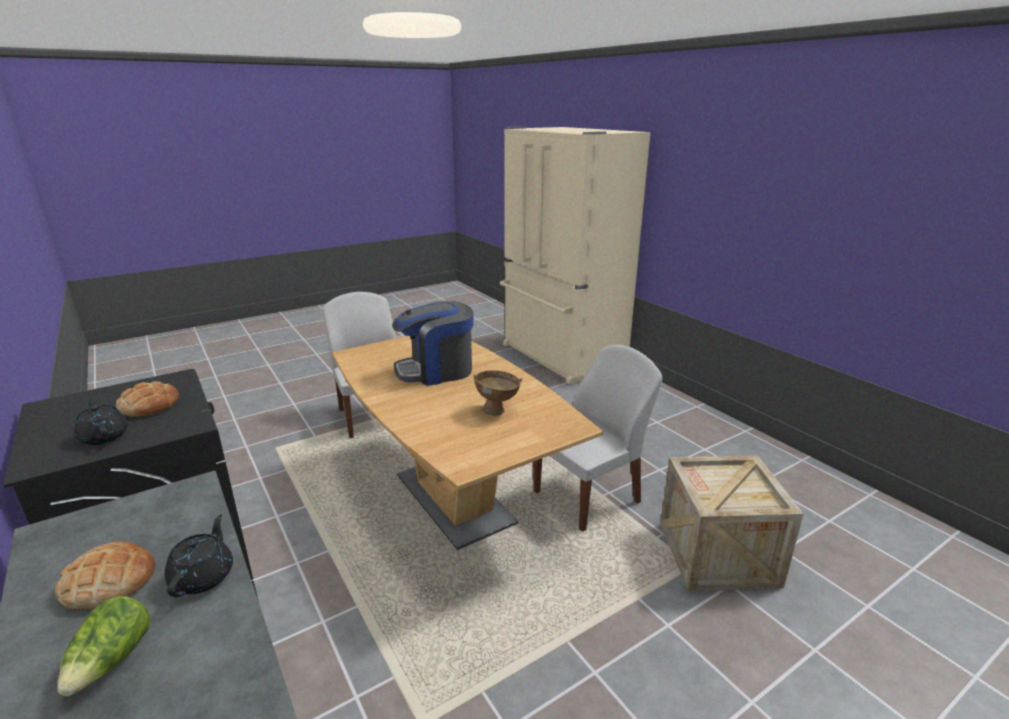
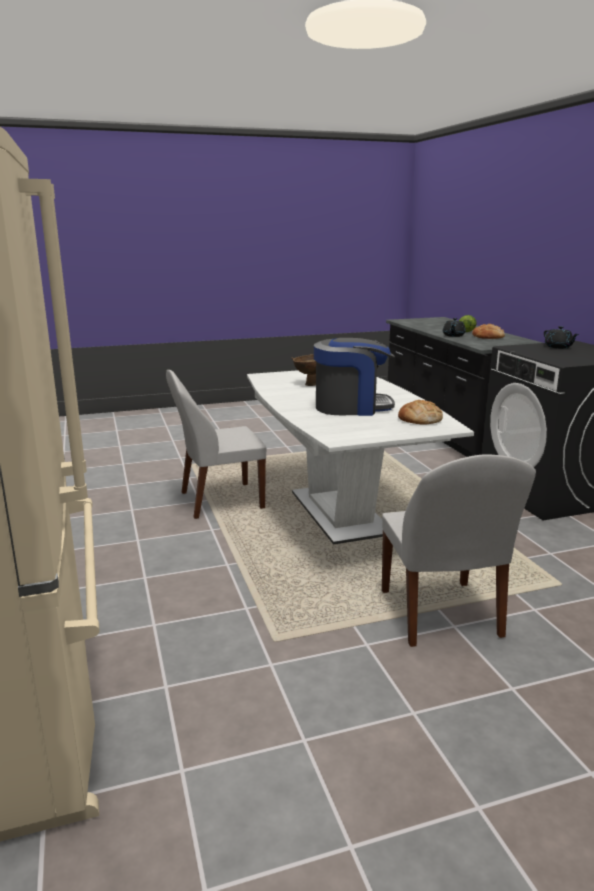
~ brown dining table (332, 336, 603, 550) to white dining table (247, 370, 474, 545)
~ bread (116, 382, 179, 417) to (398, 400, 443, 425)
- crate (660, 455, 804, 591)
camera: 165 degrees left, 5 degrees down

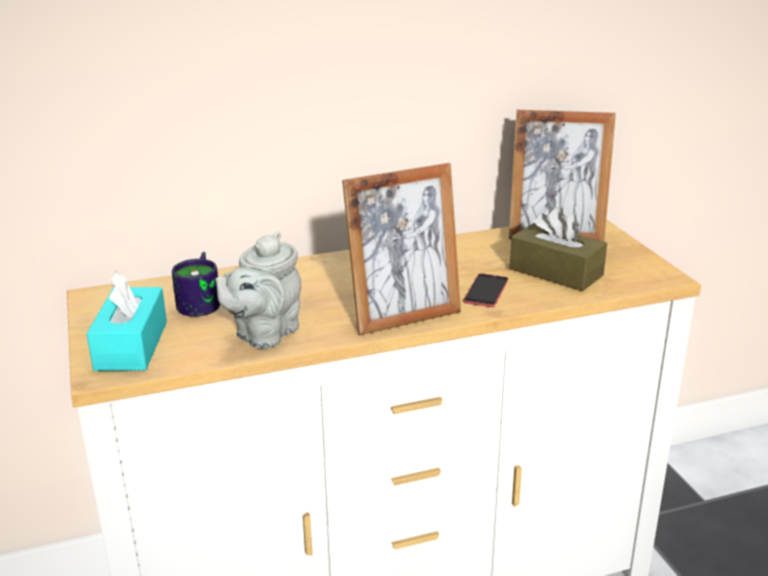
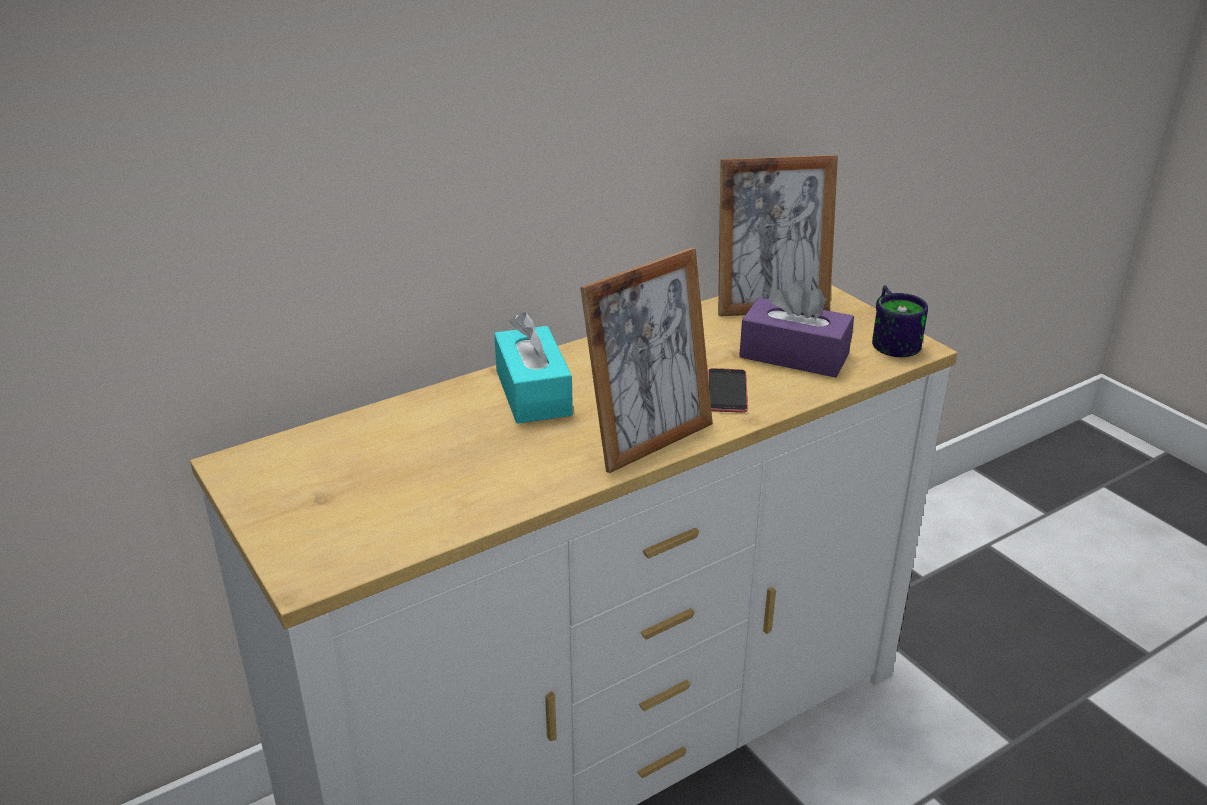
~ brown tissue box (510, 207, 607, 291) to purple tissue box (739, 280, 854, 377)
- grey teapot (215, 232, 301, 349)
~ mug (172, 252, 221, 317) to (872, 285, 928, 357)
~ turquoise tissue box (87, 271, 167, 371) to (494, 312, 573, 424)
camera: 15 degrees left, 5 degrees up

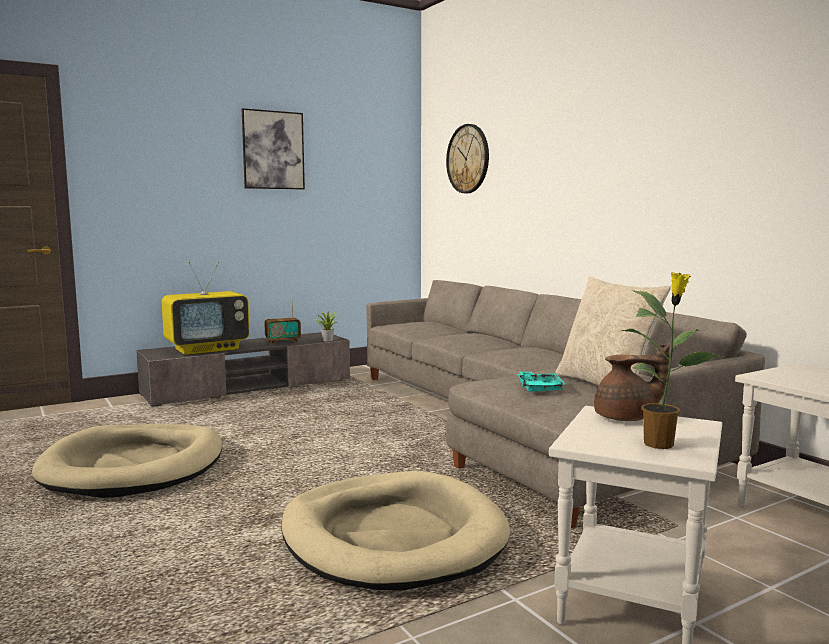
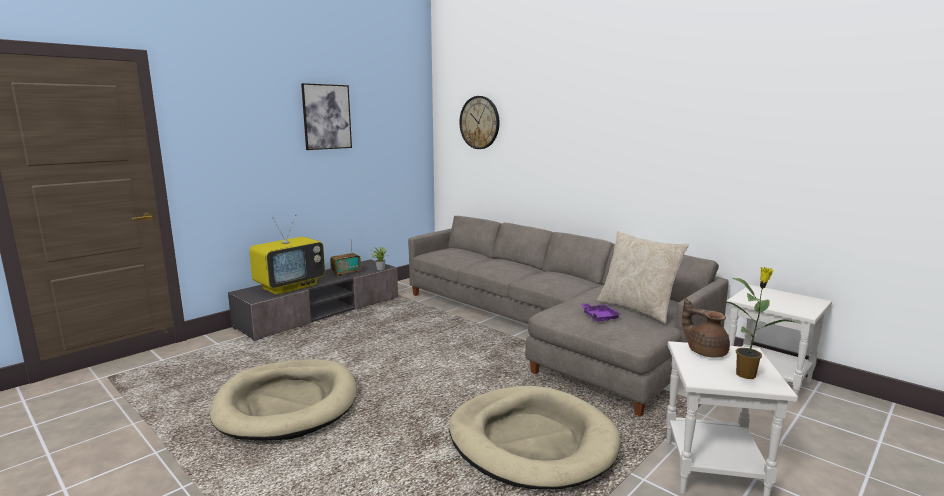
~ brown teapot (594, 343, 670, 421) = (682, 298, 730, 358) 120 degrees counterclockwise
~ turquoise tray (518, 371, 565, 393) to purple tray (581, 303, 622, 322)
camera: 15 degrees left, 5 degrees up

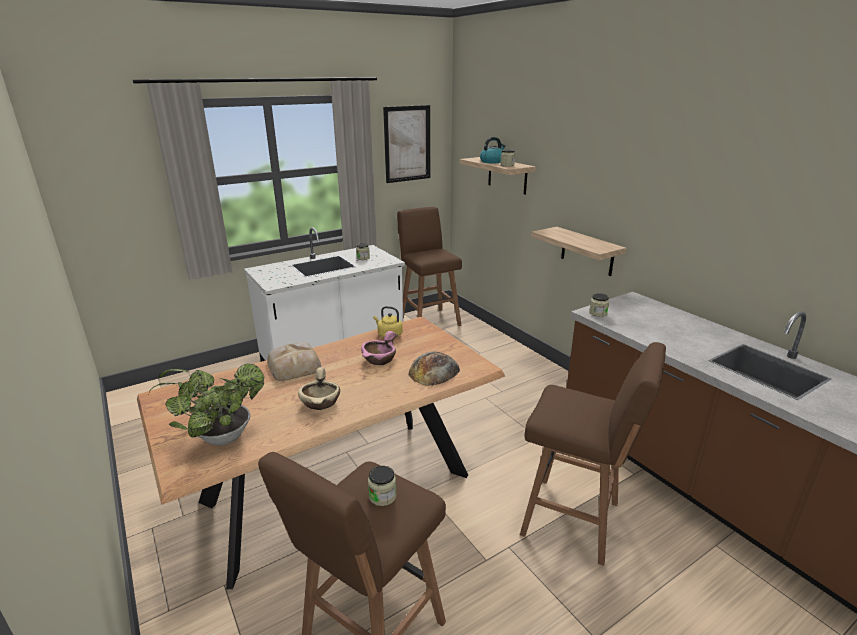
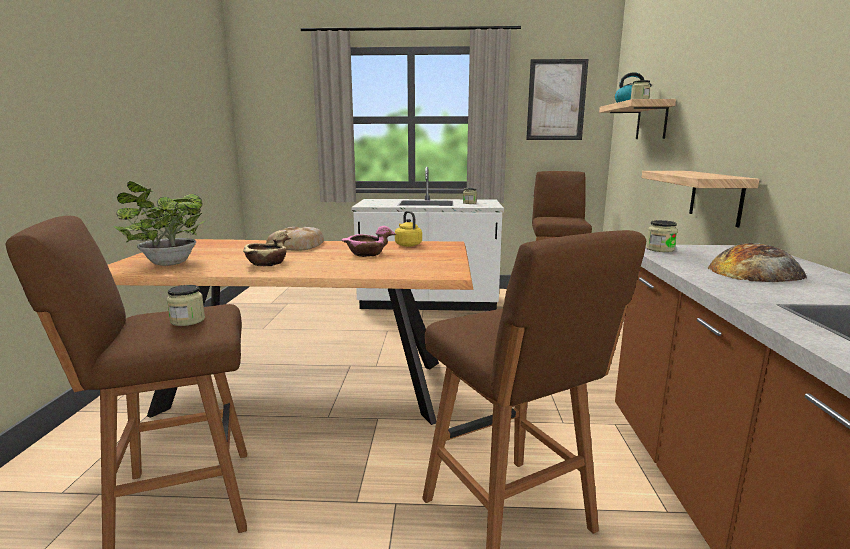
~ bread (408, 351, 460, 386) to (708, 243, 807, 282)
camera: 35 degrees right, 10 degrees down

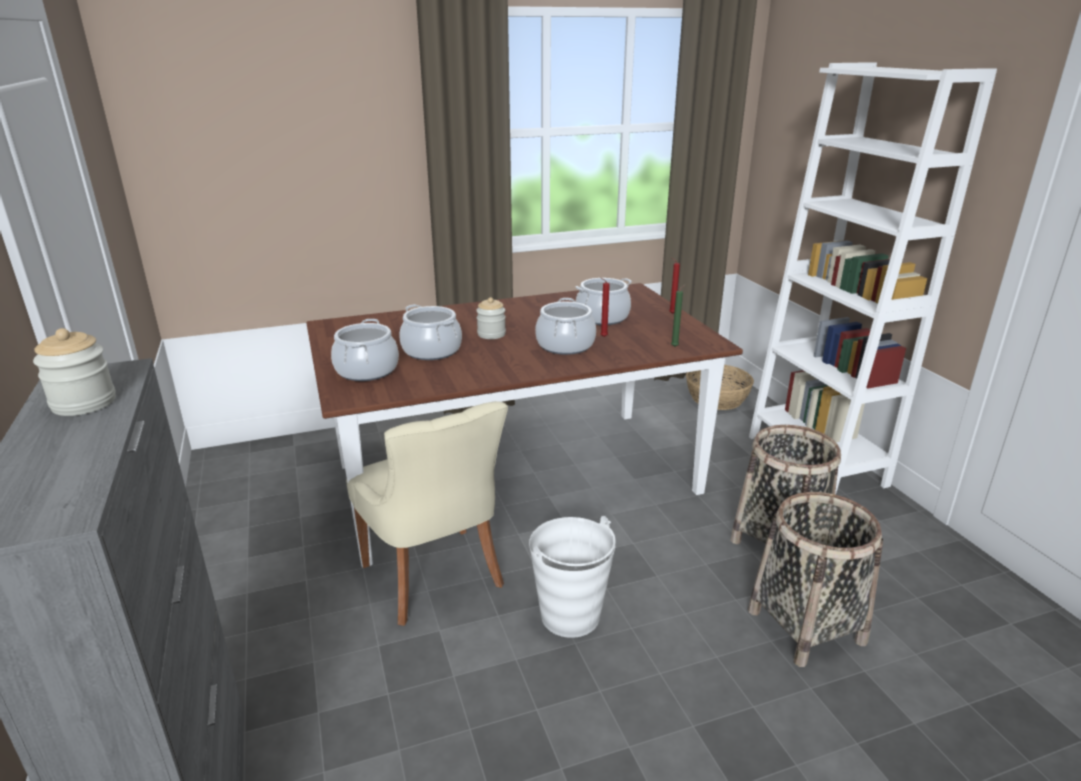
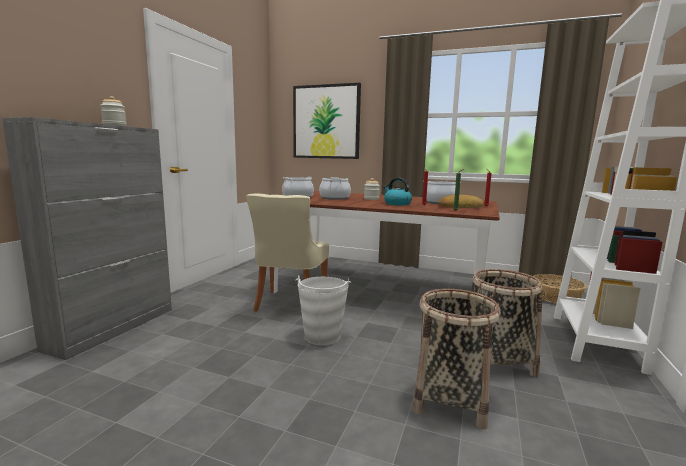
~ cooking pot (535, 298, 596, 355) to kettle (383, 178, 412, 206)
+ picture (293, 83, 361, 159)
+ bread (439, 195, 484, 208)
camera: 40 degrees right, 15 degrees down

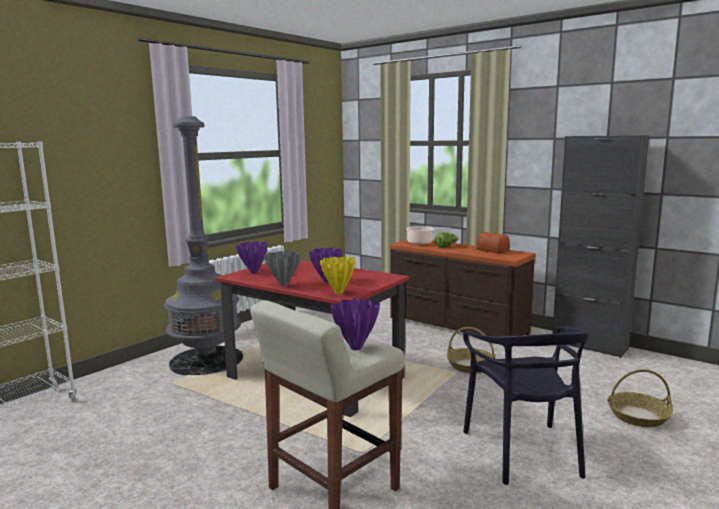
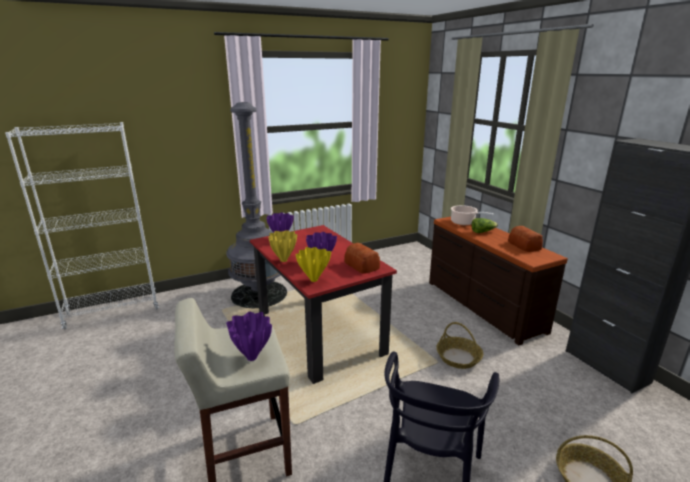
~ grey vase (264, 251, 300, 287) to yellow vase (268, 230, 297, 262)
+ bread (344, 243, 380, 274)
camera: 25 degrees right, 10 degrees up

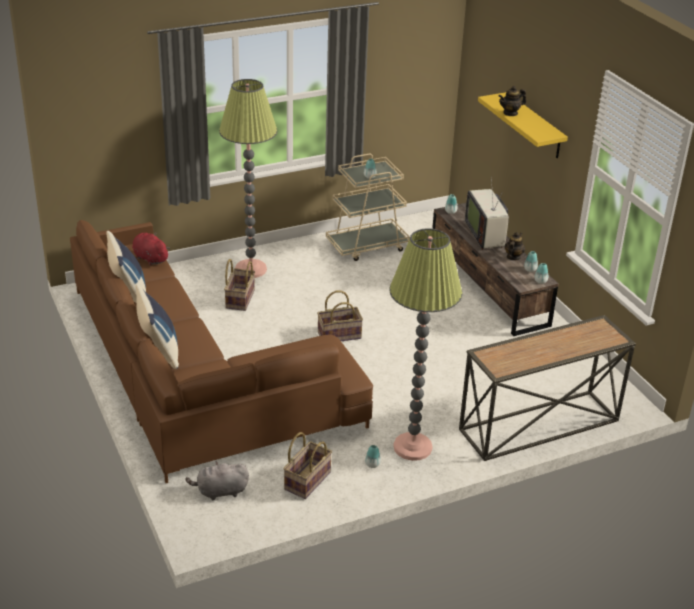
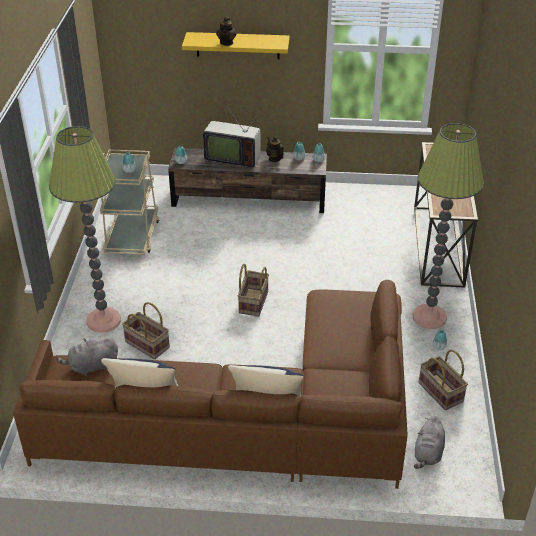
~ red plush toy (132, 232, 170, 266) to grey plush toy (56, 338, 118, 376)
camera: 60 degrees left, 5 degrees up

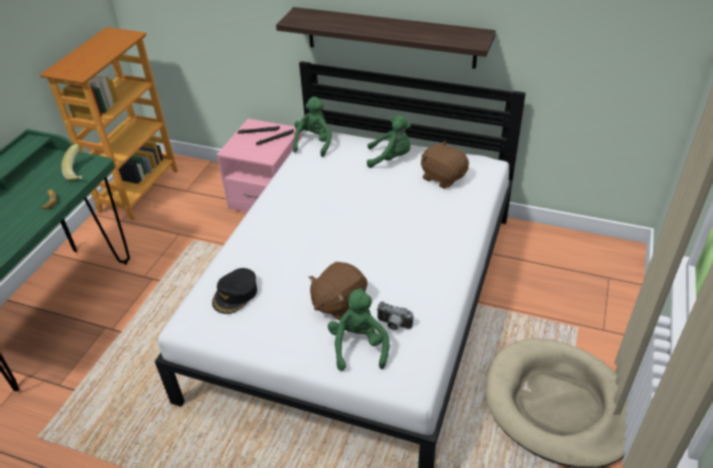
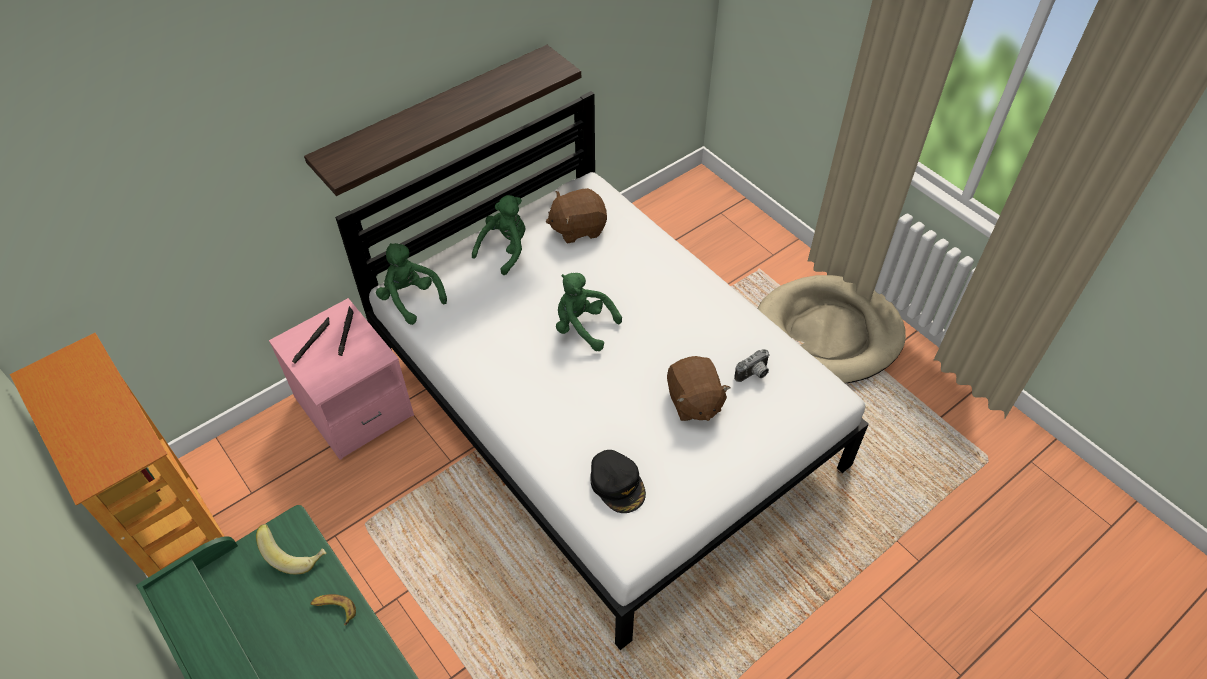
~ green plush toy (328, 288, 389, 371) to (556, 273, 622, 351)
camera: 60 degrees left, 10 degrees up

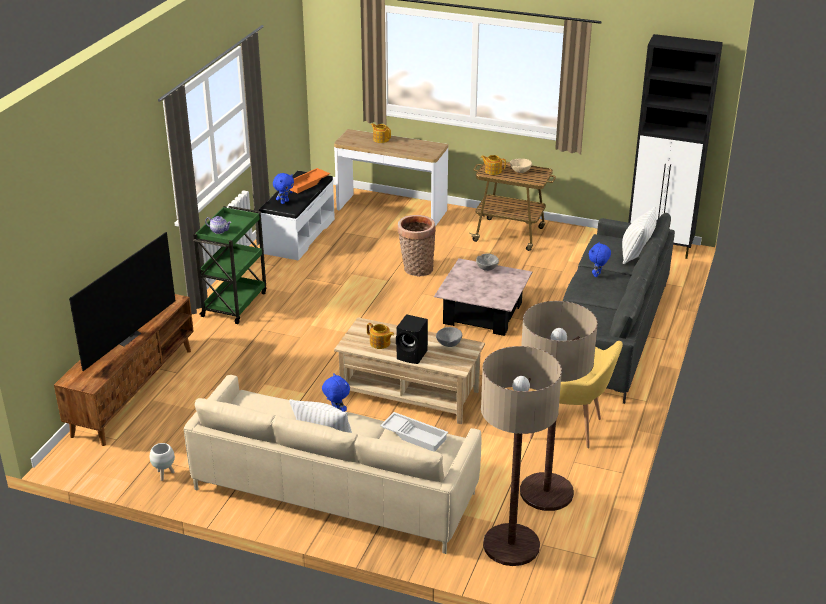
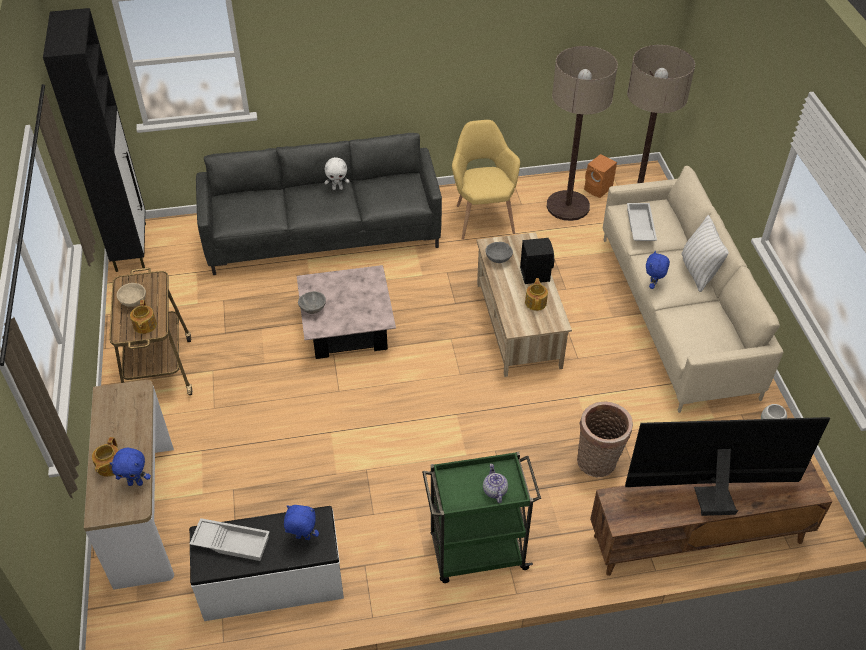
~ orange tray (289, 168, 330, 194) to white tray (190, 518, 270, 561)
- white pillow (622, 207, 656, 264)
~ basket (397, 215, 436, 276) to (577, 401, 633, 477)
~ blue plush toy (589, 241, 611, 277) to (110, 448, 151, 486)
+ orange speaker (584, 154, 617, 198)
+ white plush toy (325, 157, 349, 190)
camera: 120 degrees left, 15 degrees up

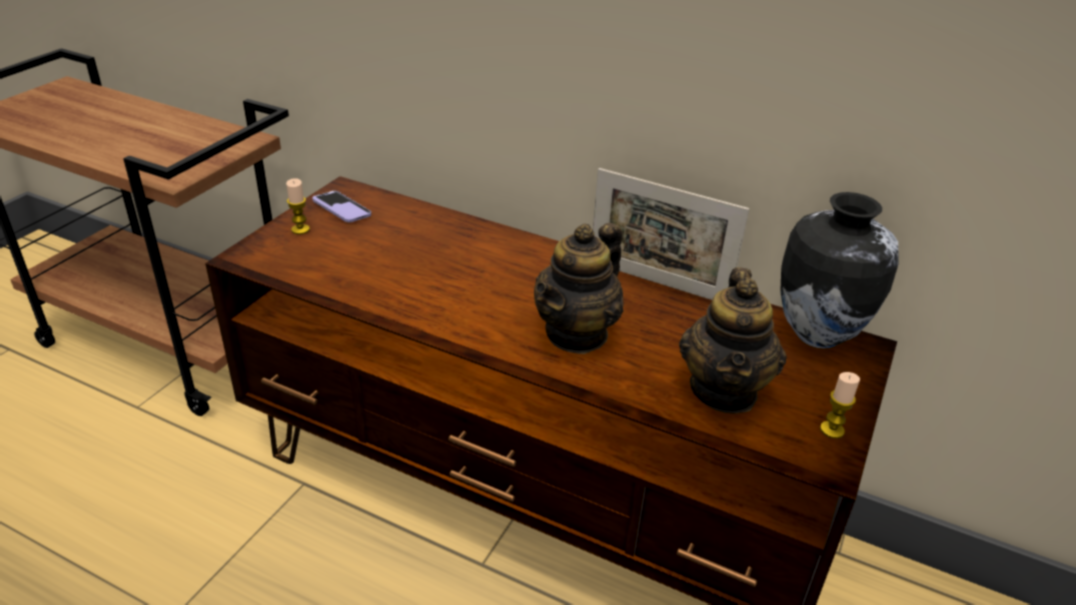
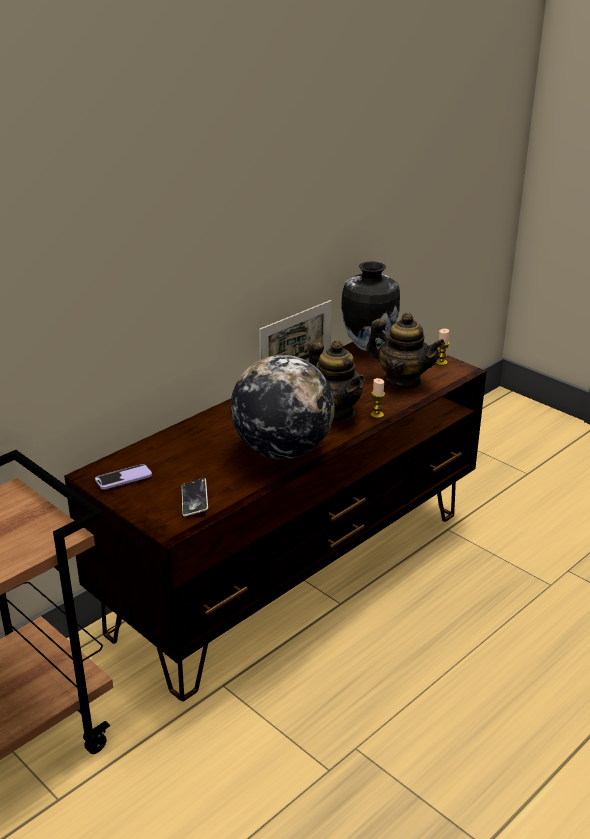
~ candle (286, 178, 310, 235) to (371, 378, 385, 418)
+ globe (230, 355, 335, 460)
+ phone (182, 478, 208, 517)
camera: 70 degrees left, 5 degrees down

